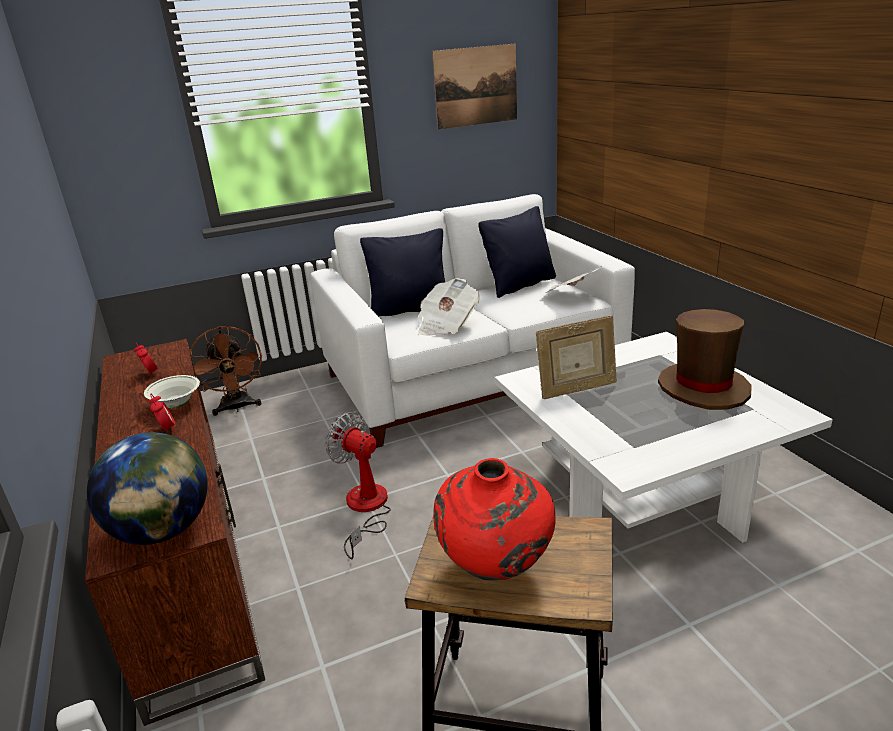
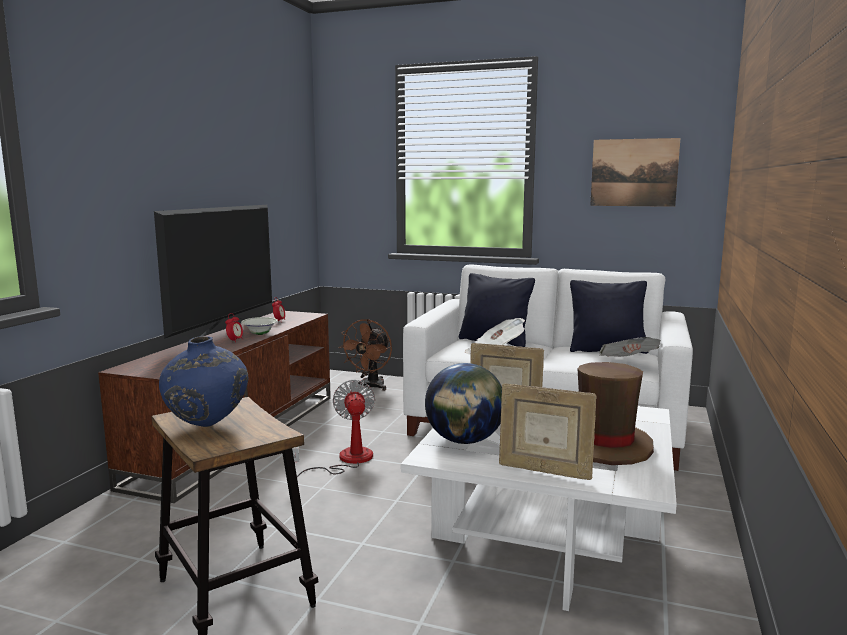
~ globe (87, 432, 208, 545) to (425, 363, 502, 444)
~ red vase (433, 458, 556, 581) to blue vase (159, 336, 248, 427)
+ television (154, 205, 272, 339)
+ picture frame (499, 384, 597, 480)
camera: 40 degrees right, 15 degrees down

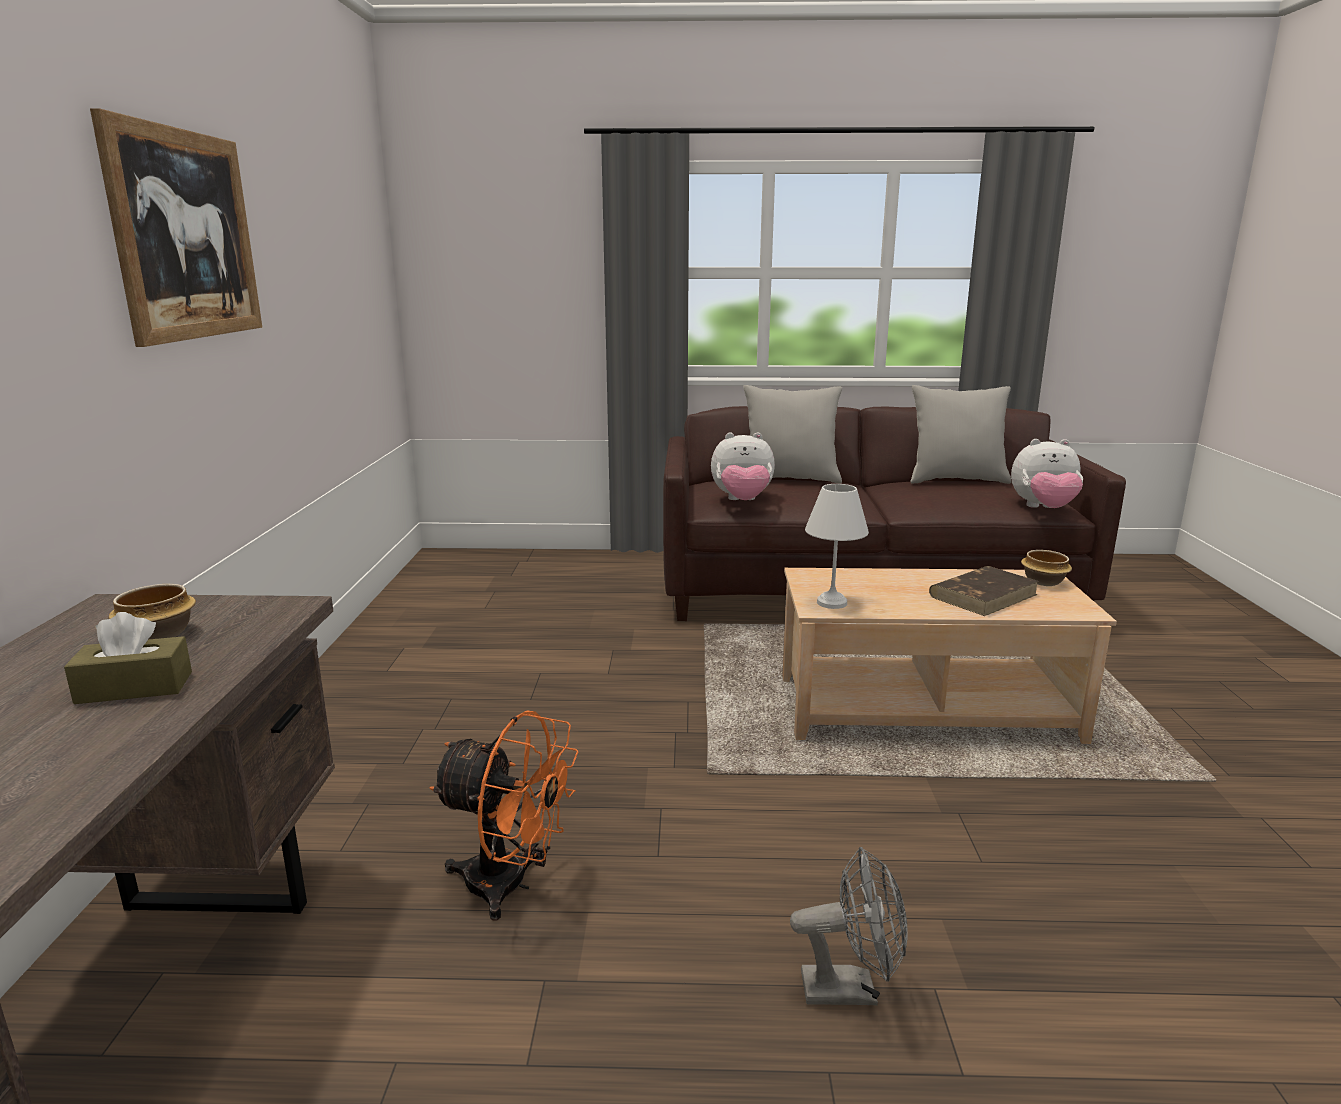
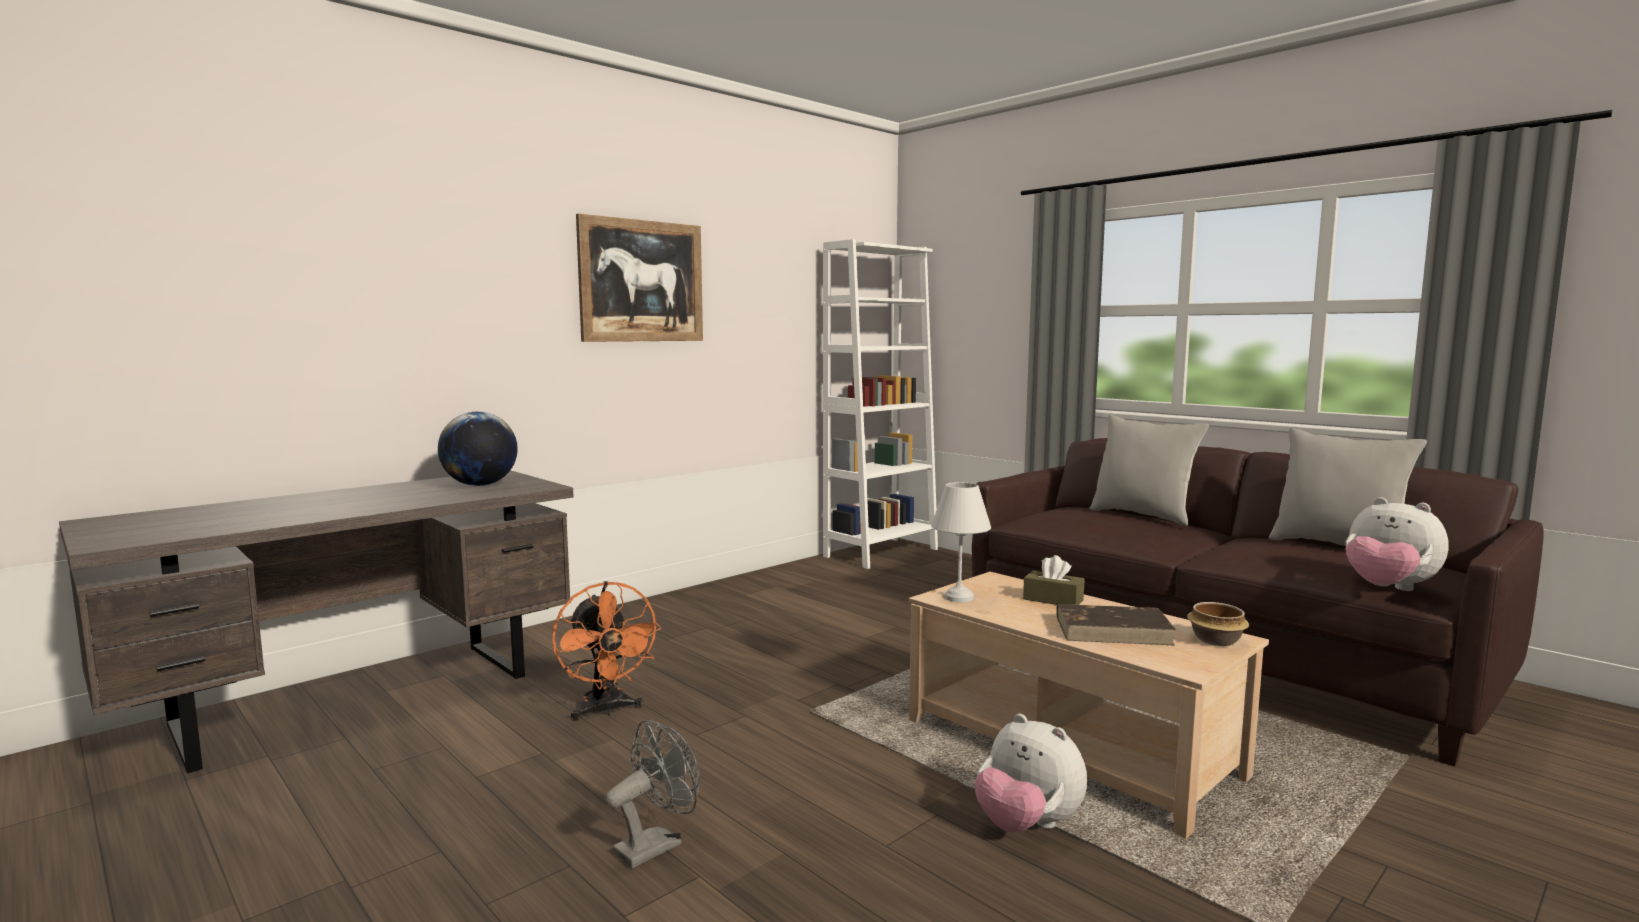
~ plush toy (711, 432, 775, 500) to (975, 714, 1087, 833)
~ bowl (108, 584, 196, 639) to globe (438, 412, 518, 486)
~ brown tissue box (64, 612, 192, 704) to (1023, 555, 1084, 605)
~ grey fan (790, 847, 908, 1005) = (605, 720, 700, 868) 90 degrees counterclockwise
+ white bookcase (823, 239, 938, 569)
camera: 45 degrees right, 10 degrees down

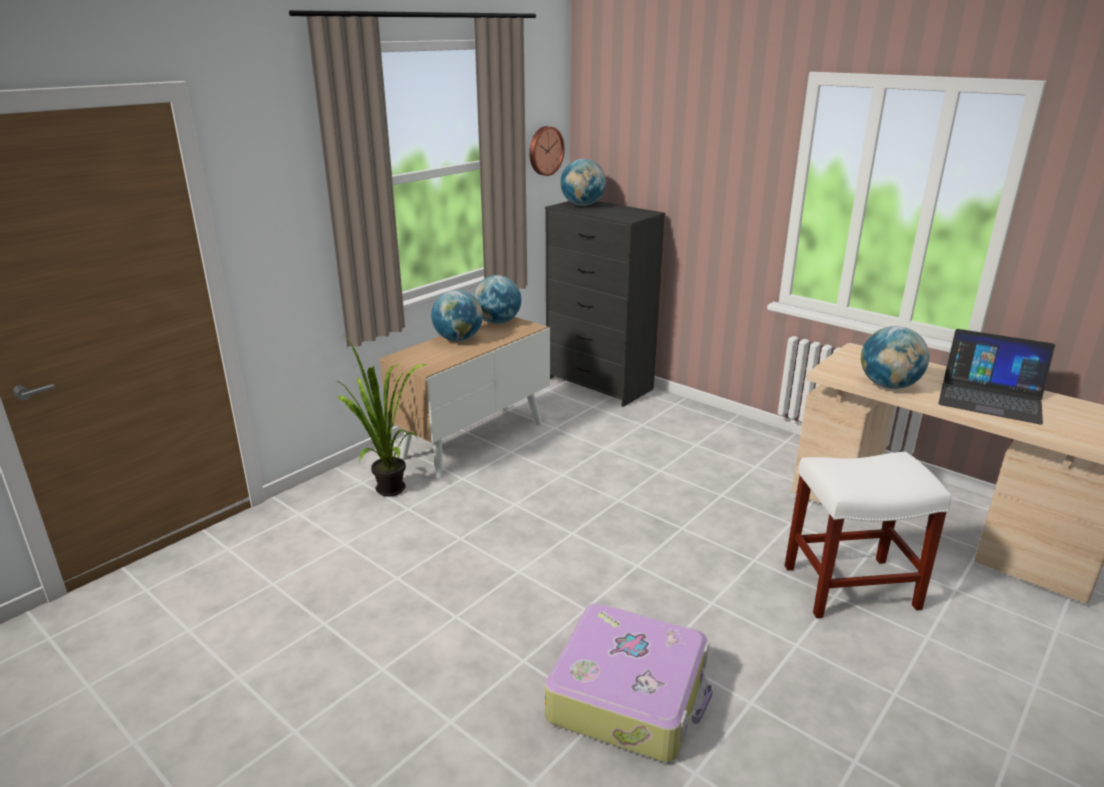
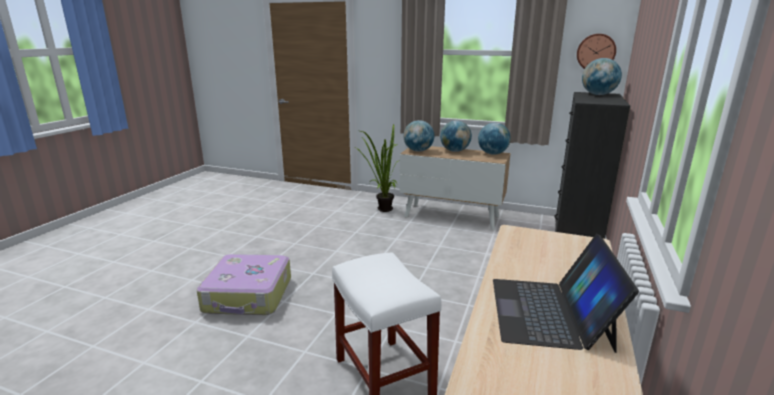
~ globe (861, 326, 929, 389) to (403, 120, 434, 152)
camera: 70 degrees right, 5 degrees down

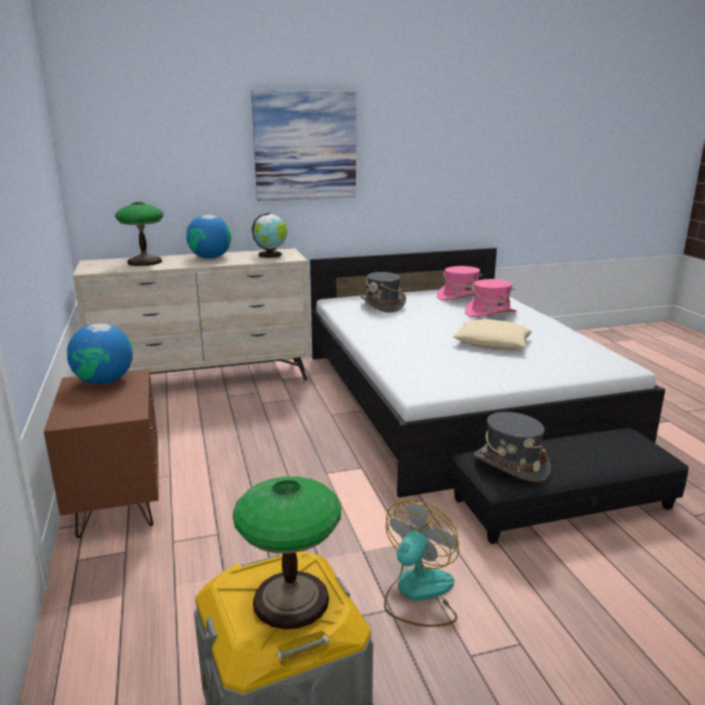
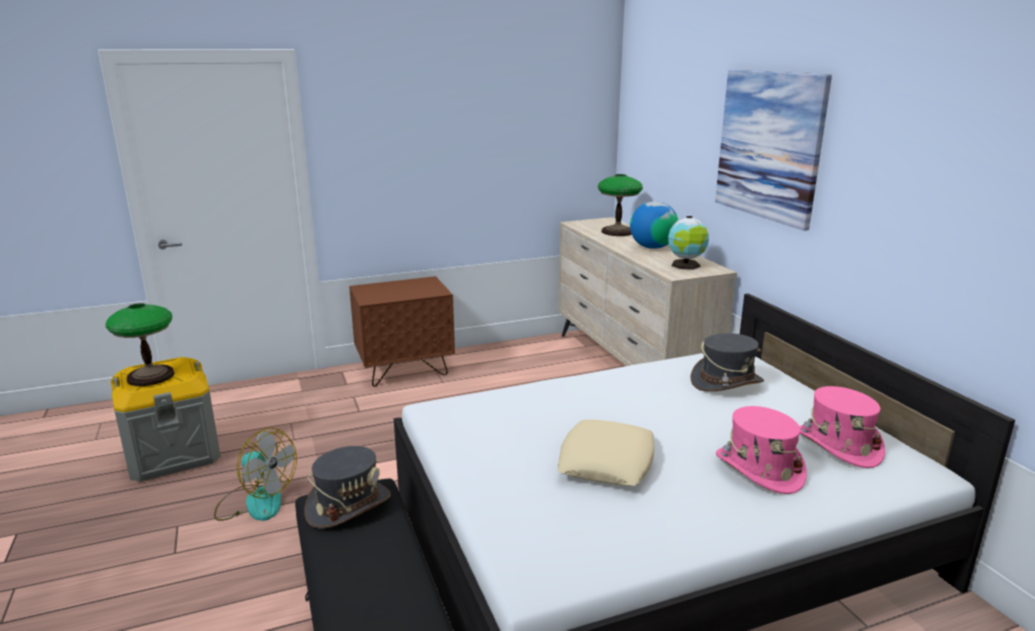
- globe (67, 323, 133, 384)
camera: 85 degrees right, 0 degrees up

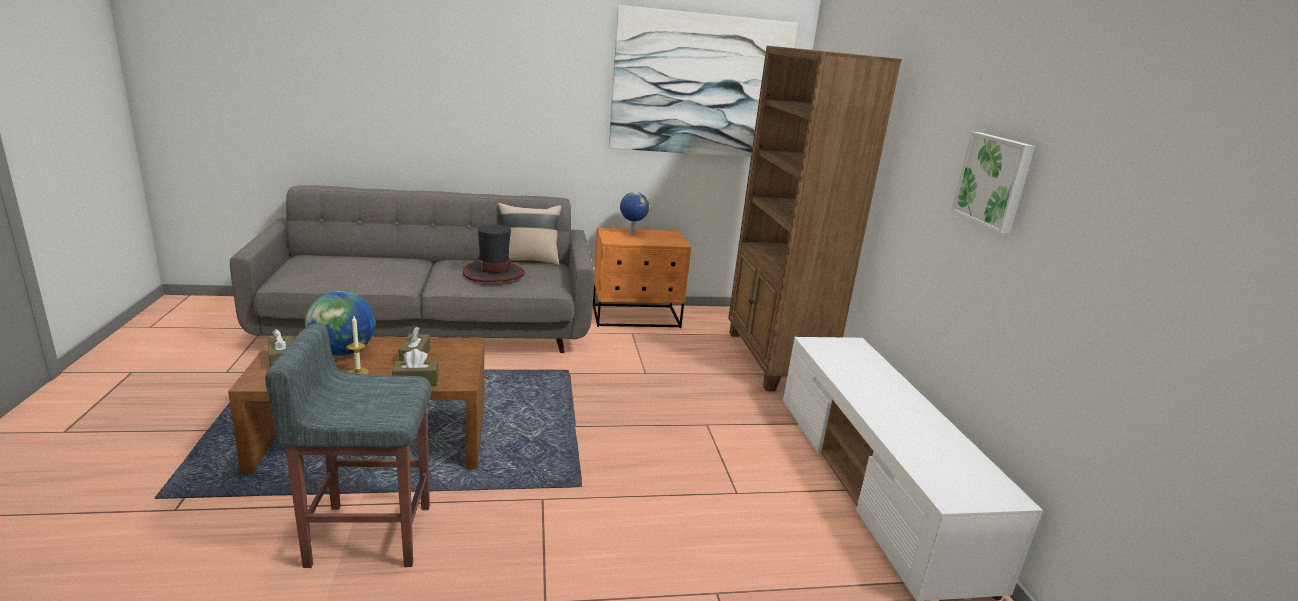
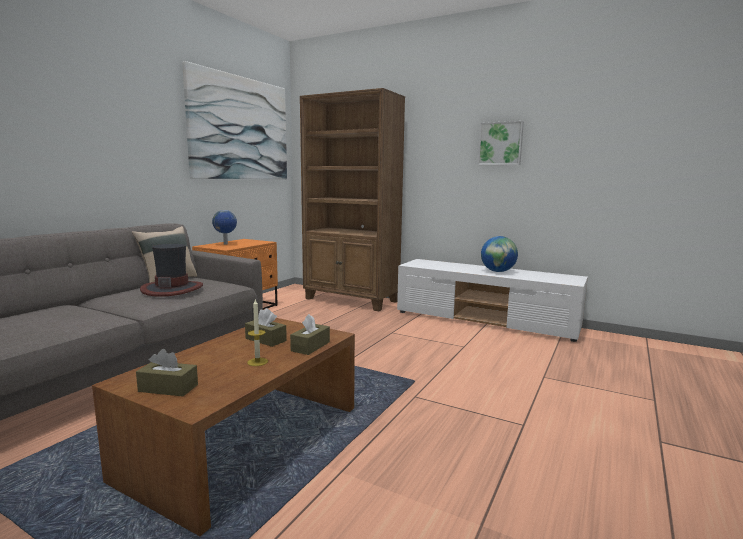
~ globe (305, 291, 375, 356) to (481, 236, 518, 272)
- grey stool (265, 323, 431, 568)
camera: 50 degrees left, 10 degrees down

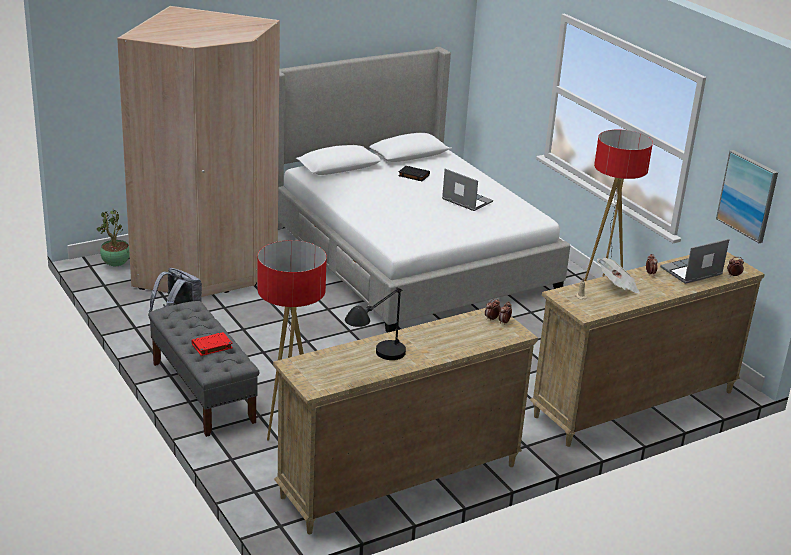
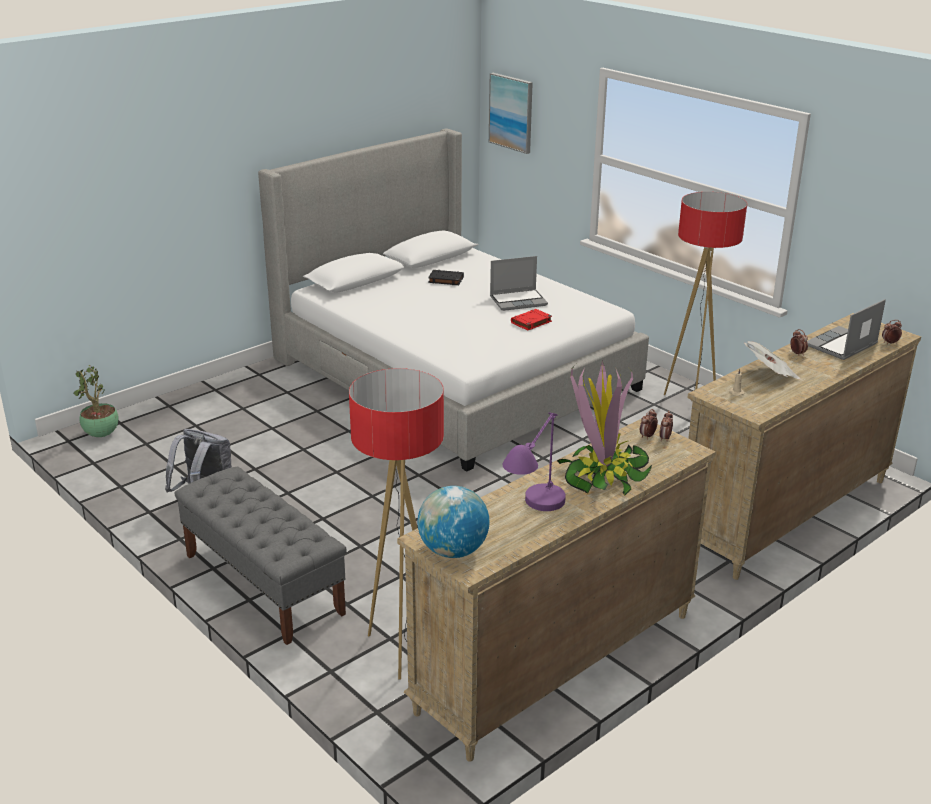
- beige wardrobe (117, 6, 280, 297)
~ picture (716, 150, 778, 243) to (489, 73, 533, 154)
~ laptop (442, 169, 493, 211) = (490, 256, 548, 311) 135 degrees clockwise
~ black table lamp (345, 287, 406, 360) to purple table lamp (503, 412, 566, 511)
~ red book (192, 332, 233, 356) to (511, 309, 552, 330)
+ potted plant (557, 360, 652, 496)
+ globe (417, 486, 489, 558)
camera: 10 degrees left, 0 degrees up

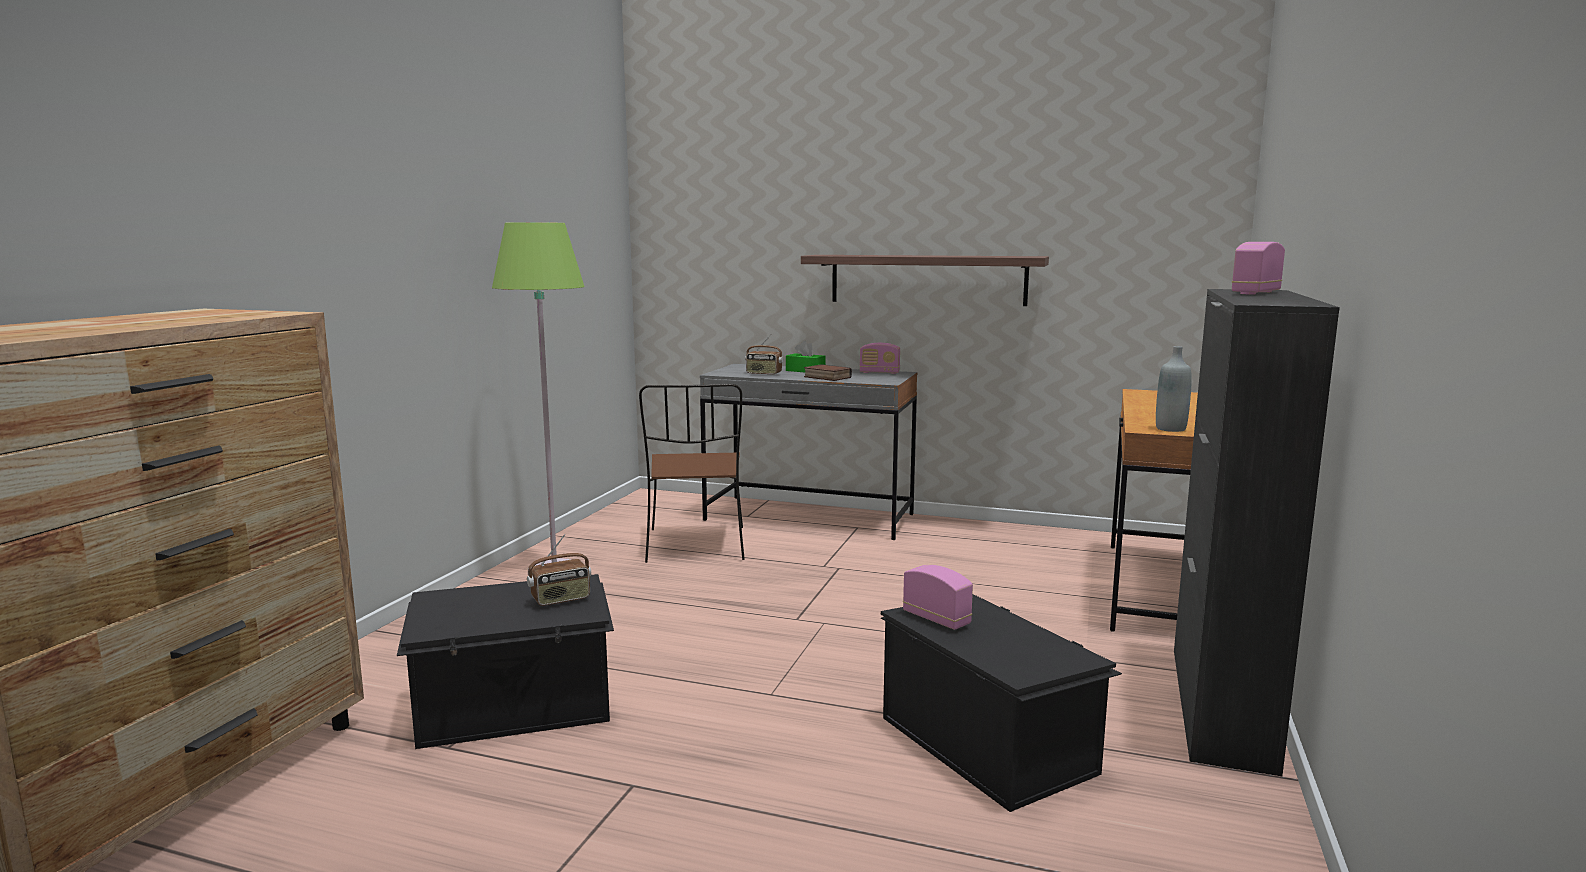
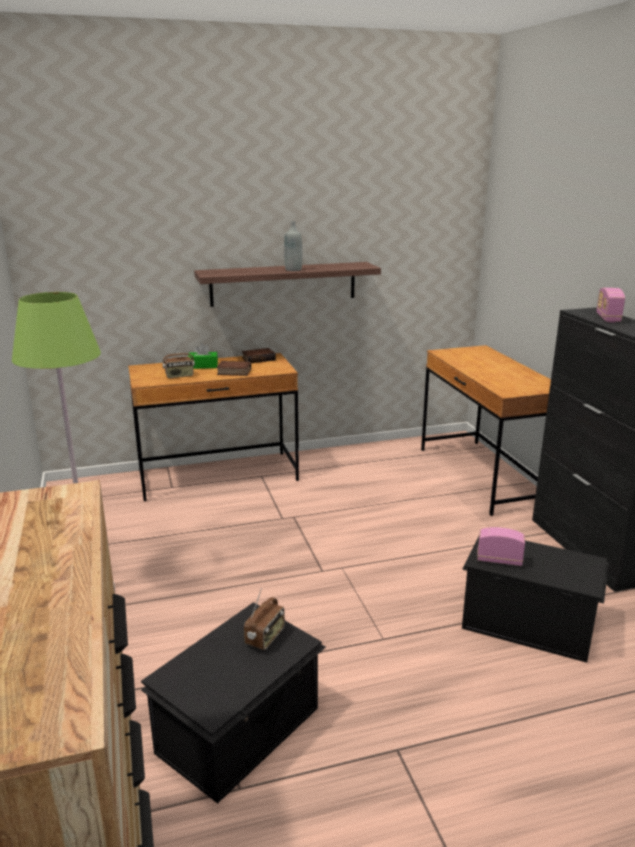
~ radio (859, 343, 900, 374) to book (242, 348, 276, 363)
~ grey bottle (1156, 346, 1192, 432) to (284, 221, 302, 271)
~ grey desk (700, 364, 918, 540) to brown desk (128, 353, 299, 501)
- brown chair (639, 384, 745, 563)
camera: 35 degrees left, 10 degrees up

